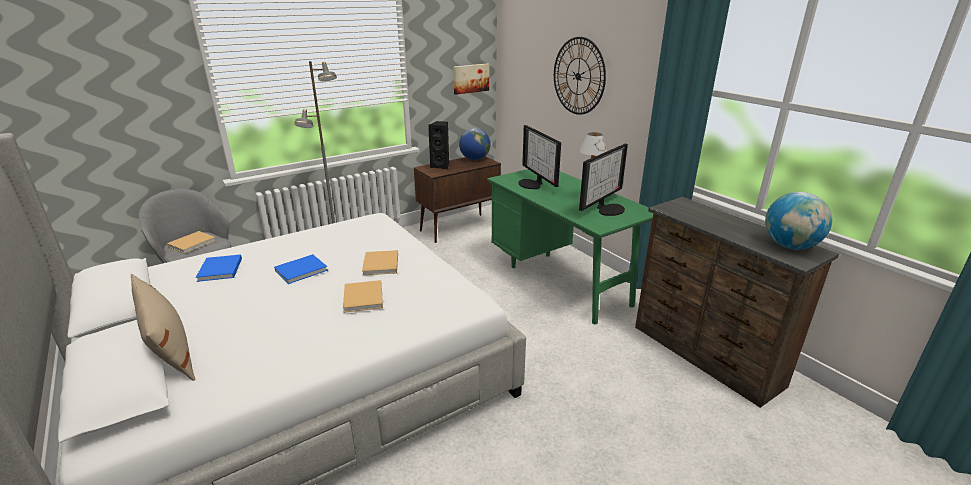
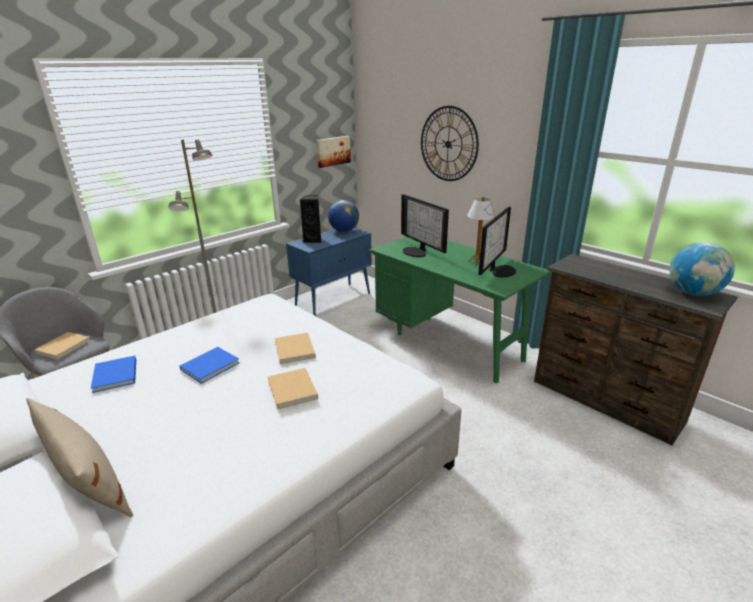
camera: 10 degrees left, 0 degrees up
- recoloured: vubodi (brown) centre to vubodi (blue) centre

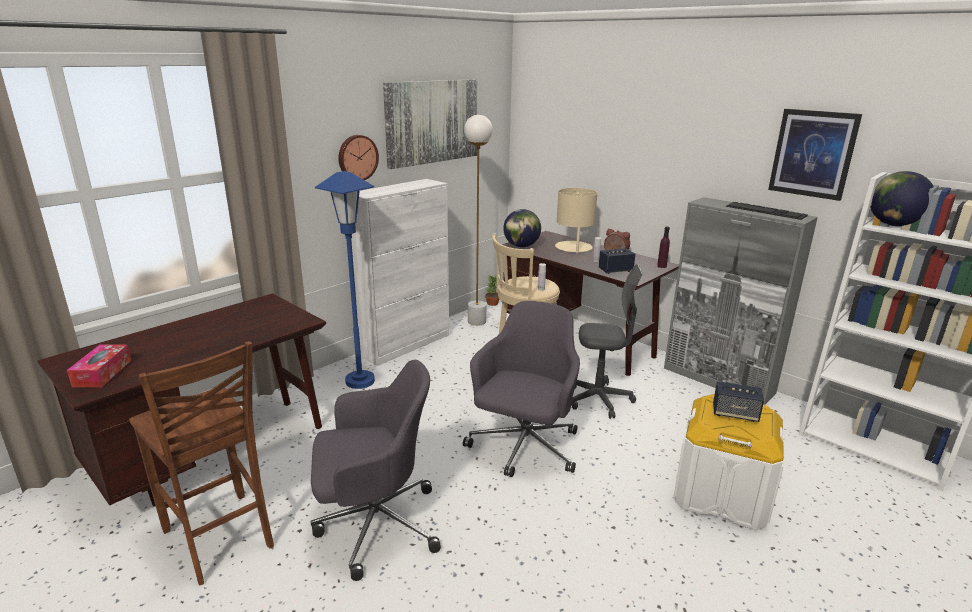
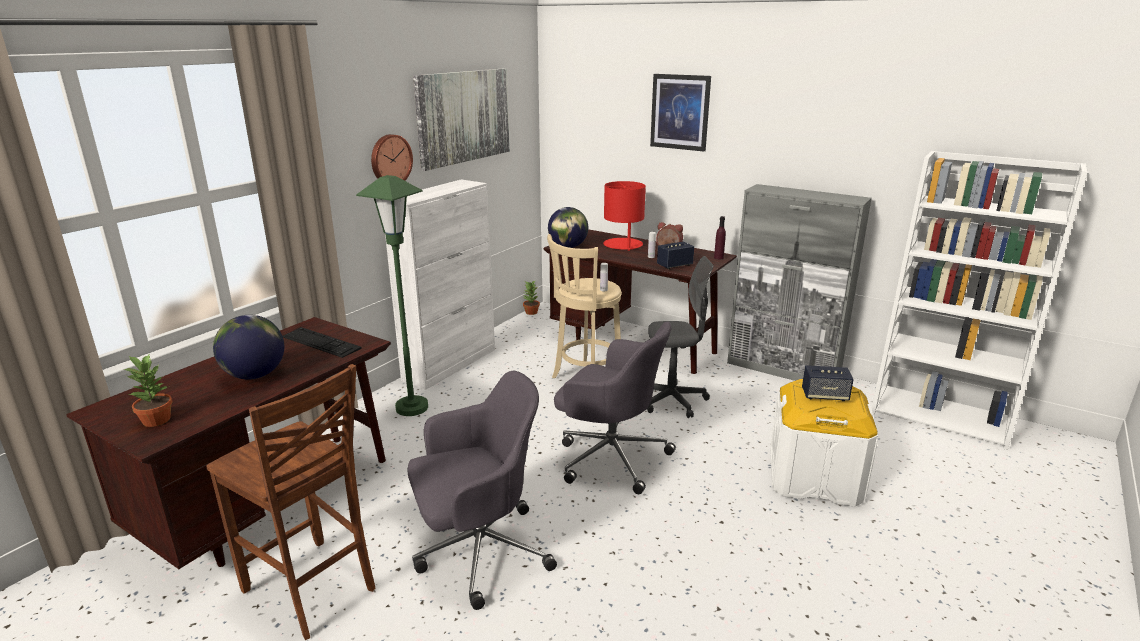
camera: 10 degrees left, 0 degrees up
- moved: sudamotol (2nd from left) top right to top centre
- removed: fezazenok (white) centre
- recoloured: fezazenok (blue) centre to fezazenok (green) centre
- moved: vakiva (2nd from left in the first image) top right to vakiva (1st from left) middle left
- recoloured: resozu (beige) centre to resozu (red) centre
- moved: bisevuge middle right to middle left
- turned: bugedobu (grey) (2nd from left) centre = centre 105 degrees clockwise
- replaced: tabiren middle left to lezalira (1st from left) middle left

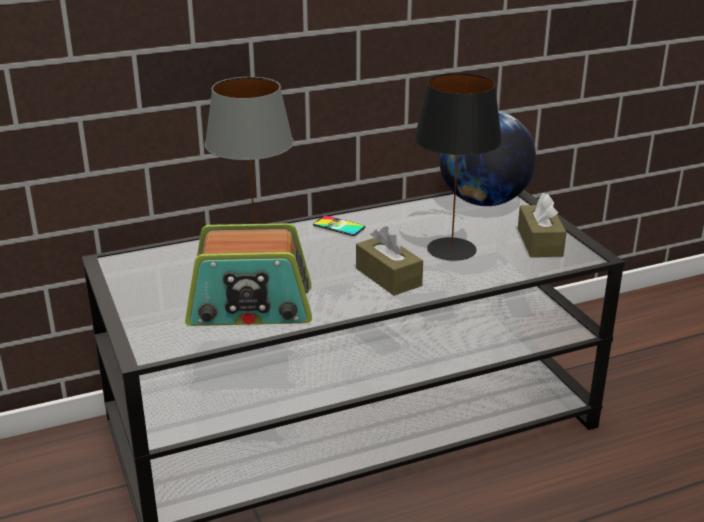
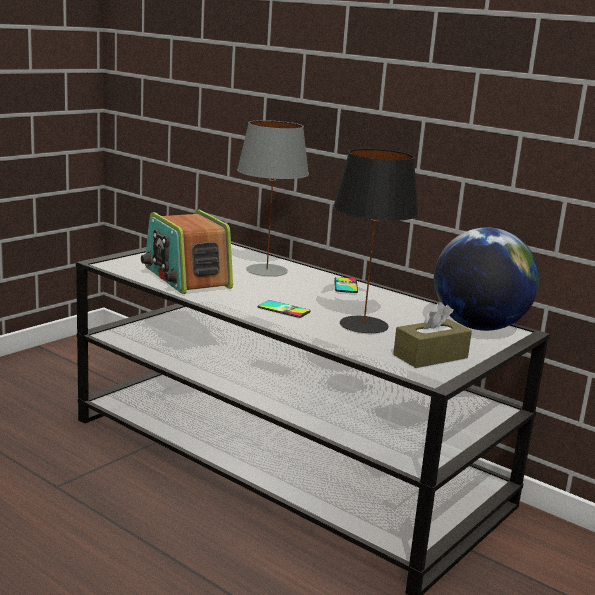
camera: 60 degrees right, 10 degrees down
- replaced: tabiren (brown) (1st from left) centre to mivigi (1st from left) centre

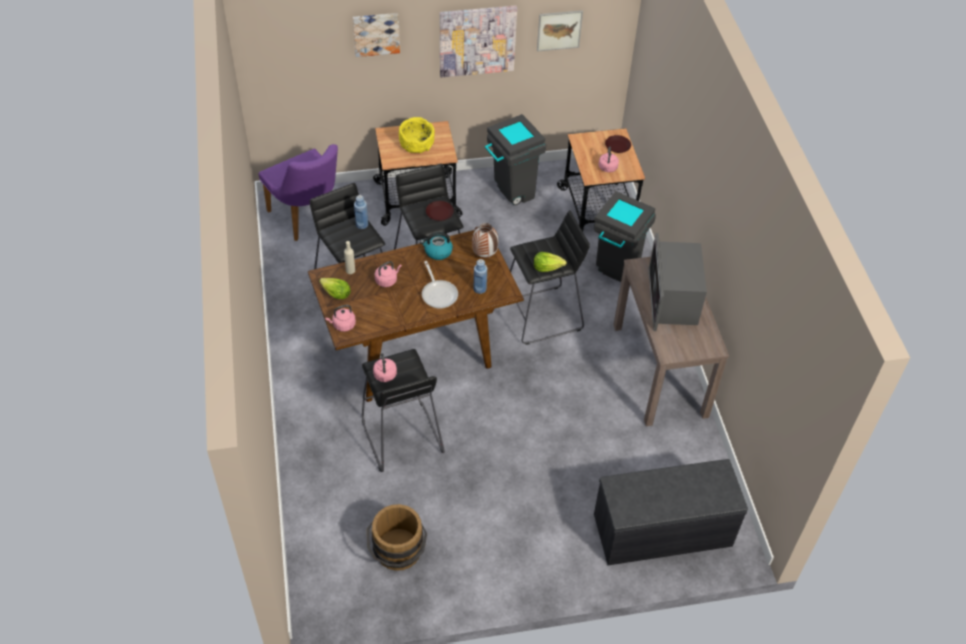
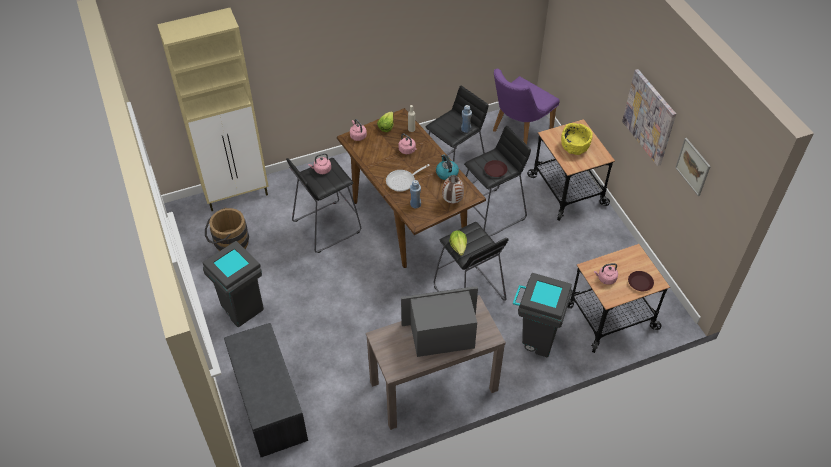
camera: 80 degrees right, 0 degrees up
- removed: sudamotol (1st from left) top centre
- moved: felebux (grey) (1st from left) top centre to middle left
- added: vubodi (beige) top left

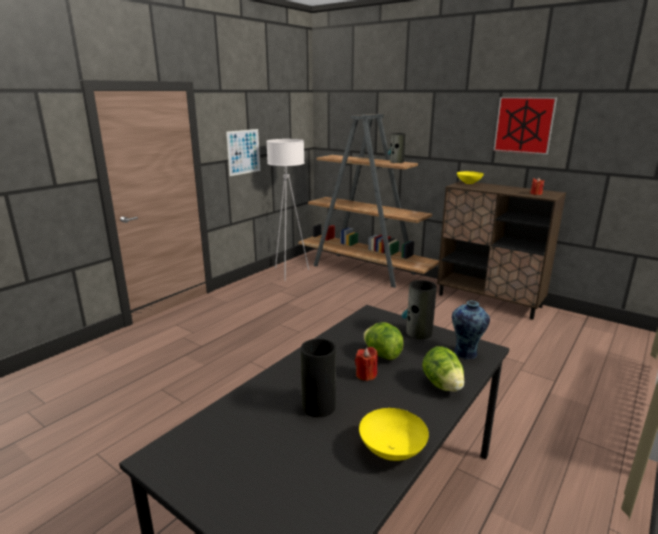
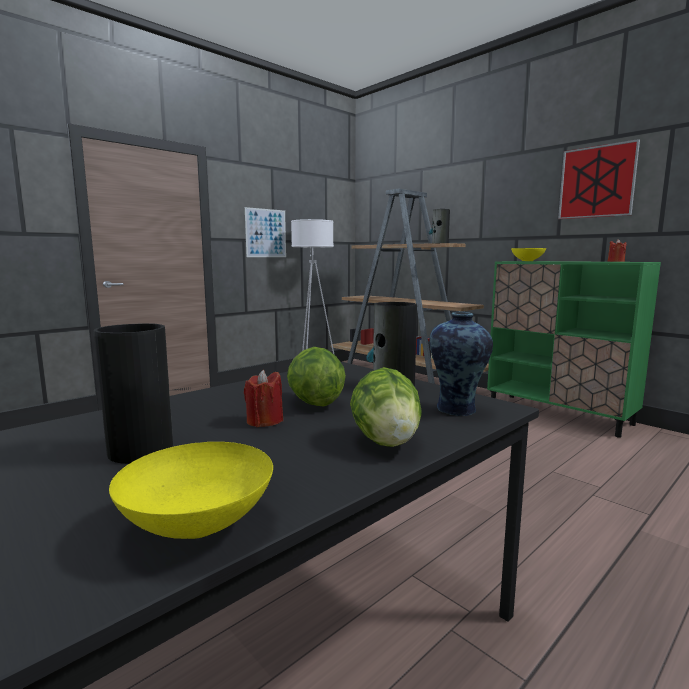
camera: 10 degrees right, 10 degrees down
- recoloured: vubodi (brown) middle right to vubodi (green) middle right

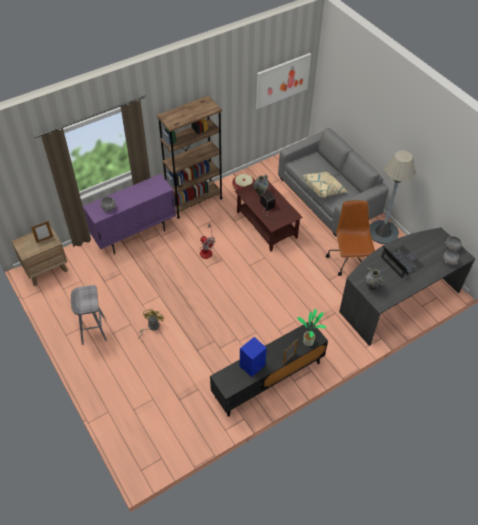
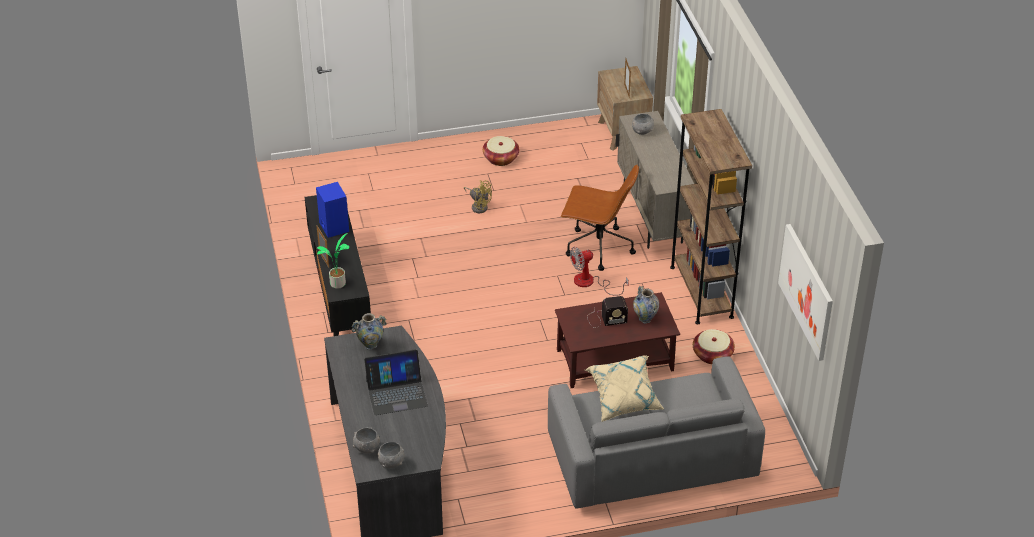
camera: 110 degrees right, 10 degrees down
- removed: fezazenok (grey) middle right
- recoloured: vubodi (purple) middle left to vubodi (beige) centre
- moved: bugedobu (brown) middle right to centre
- replaced: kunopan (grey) middle left to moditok (1st from left) top centre

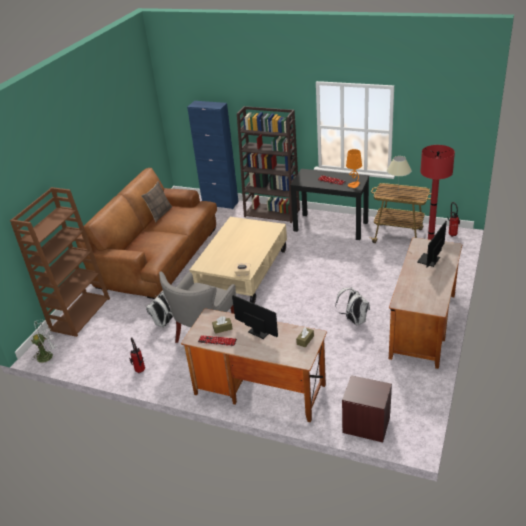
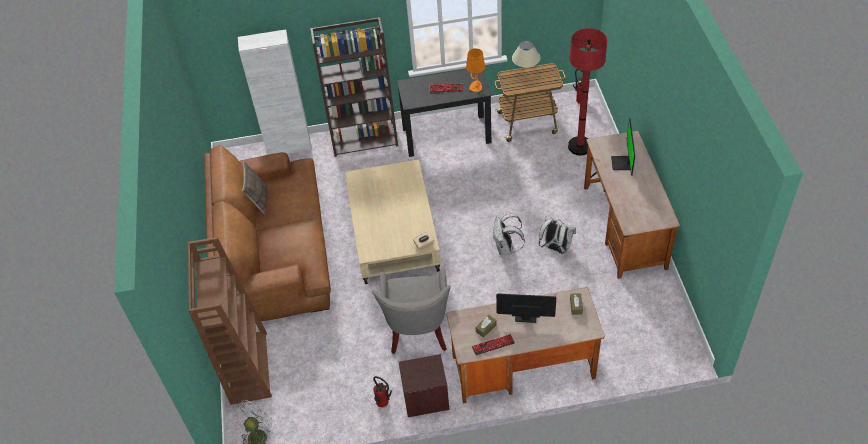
camera: 30 degrees left, 15 degrees up
- recoloured: vubodi (blue) top centre to vubodi (white) top left
- moved: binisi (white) (1st from left) middle left to centre
- moved: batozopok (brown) bottom right to bottom centre

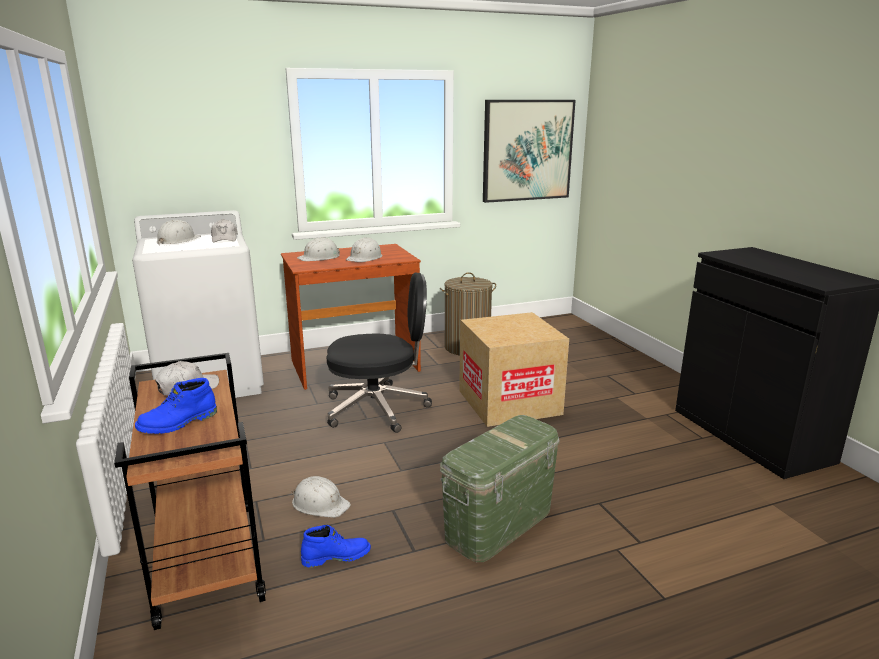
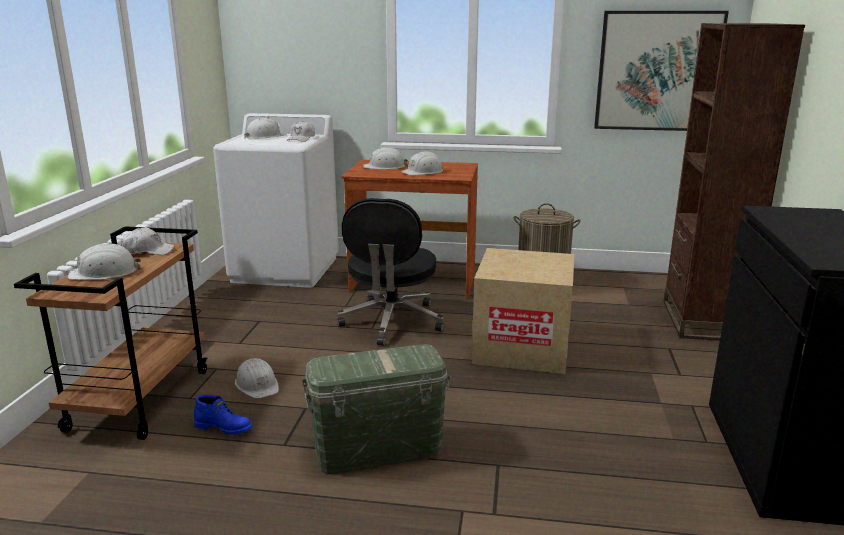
camera: 30 degrees right, 0 degrees up
- turned: bugedobu (black) centre = centre 75 degrees clockwise
- replaced: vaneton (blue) (1st from left) middle left to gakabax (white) (1st from left) middle left
- added: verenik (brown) middle right

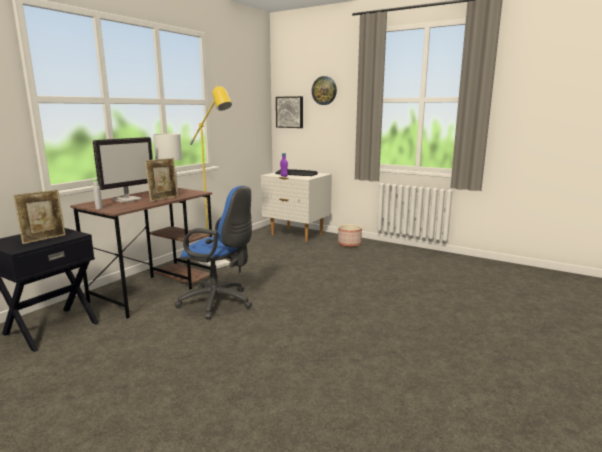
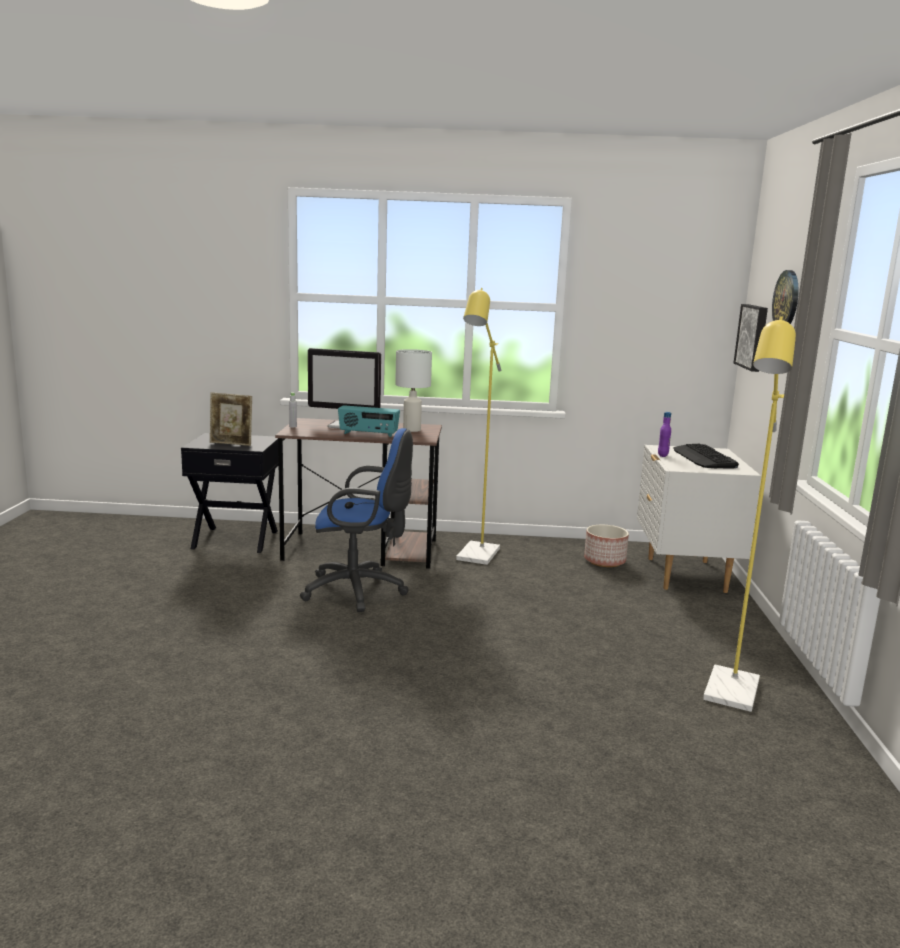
camera: 60 degrees right, 0 degrees up
- replaced: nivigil (2nd from left) middle left to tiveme centre
- turned: bugedobu (blue) centre = centre 75 degrees counterclockwise
- moved: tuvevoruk centre to middle right
- added: fezazenok (yellow) (2nd from left) middle right

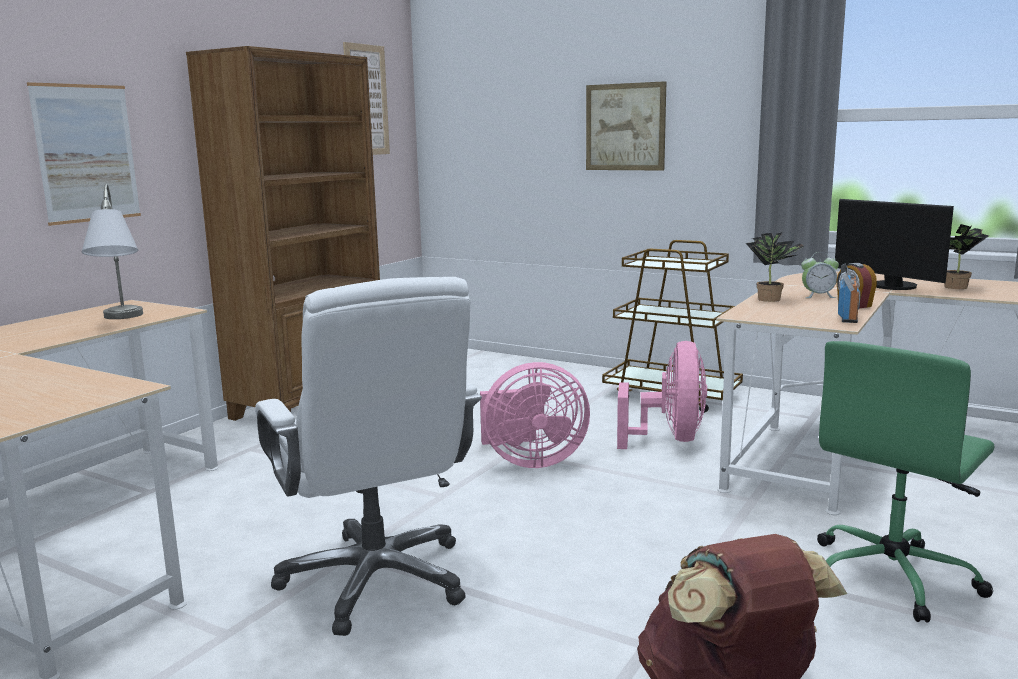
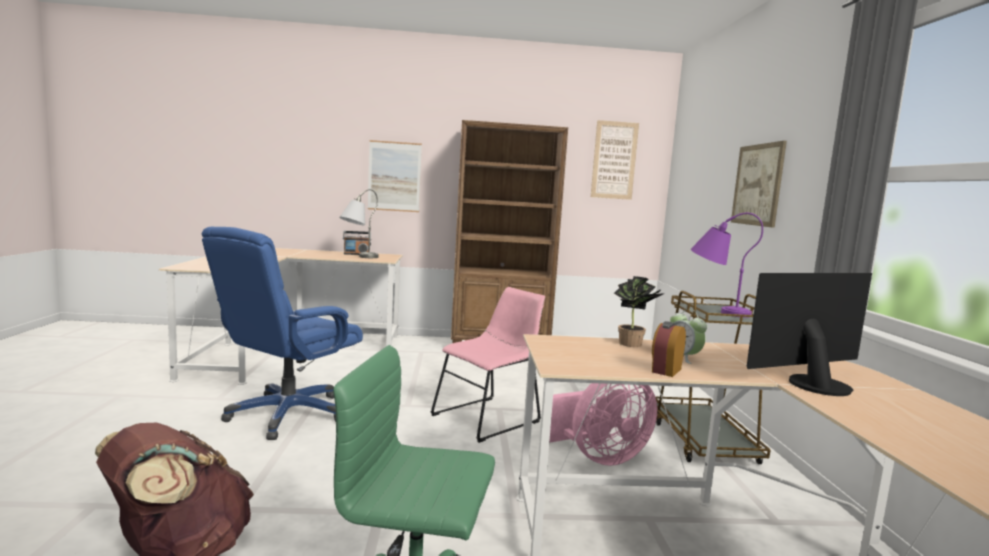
camera: 55 degrees right, 5 degrees down
- turned: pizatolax middle right = middle right 45 degrees clockwise
- removed: lezalira (2nd from left) middle right
- moved: tiveme middle right to centre
- recoloured: bugedobu (white) bottom centre to bugedobu (blue) middle left
- replaced: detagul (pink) (1st from left) centre to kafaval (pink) centre
- added: resozu (purple) middle right

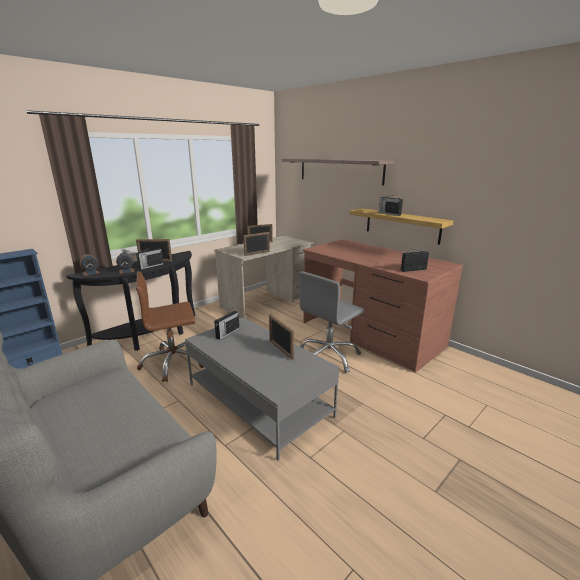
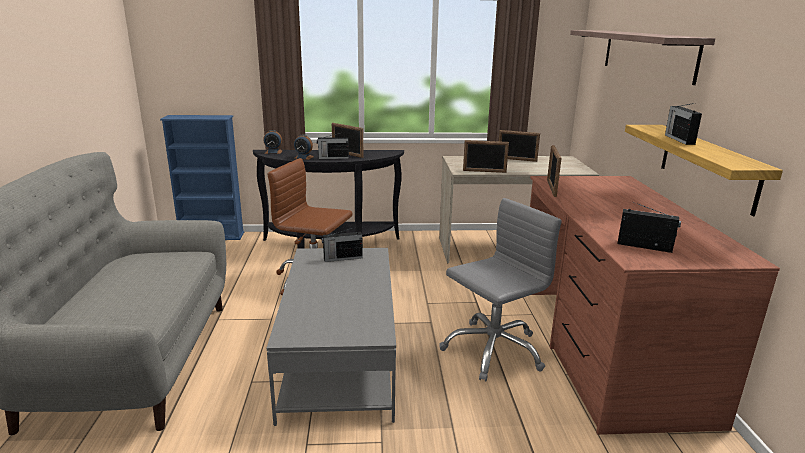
camera: 40 degrees right, 0 degrees up
- turned: bugedobu (grey) centre = centre 150 degrees clockwise
- moved: nivigil (4th from left) centre to middle right

